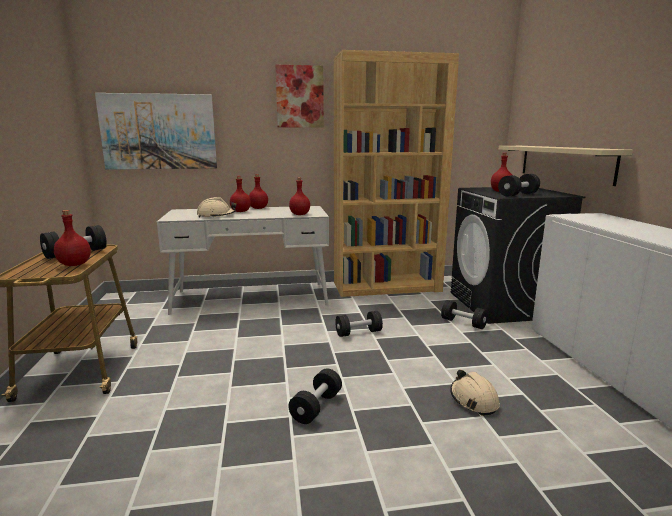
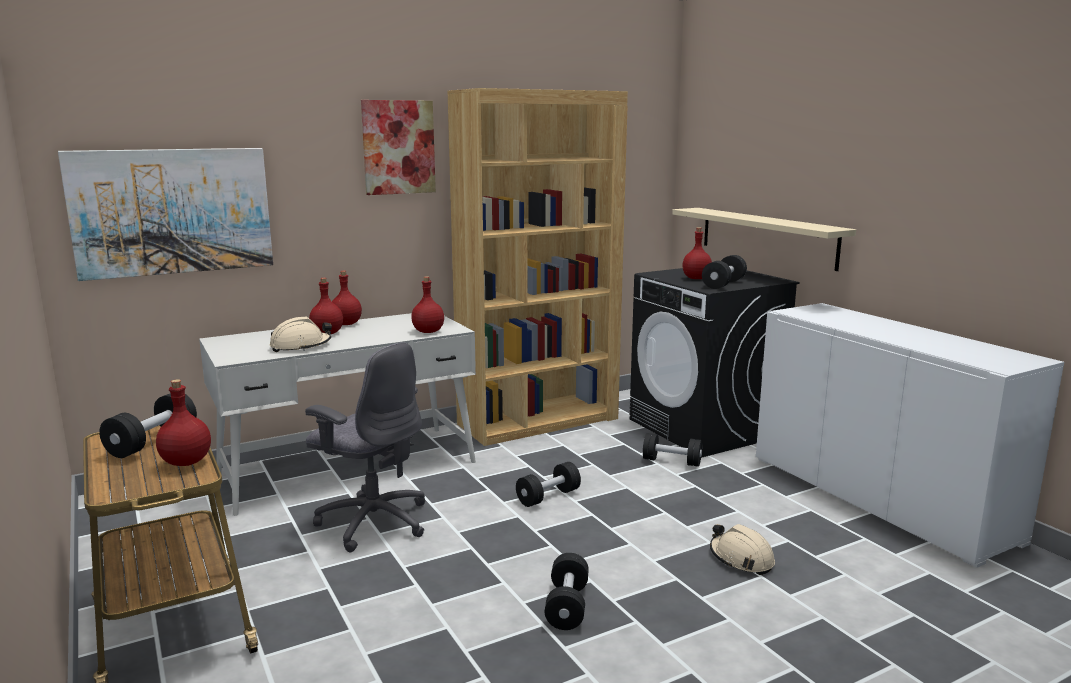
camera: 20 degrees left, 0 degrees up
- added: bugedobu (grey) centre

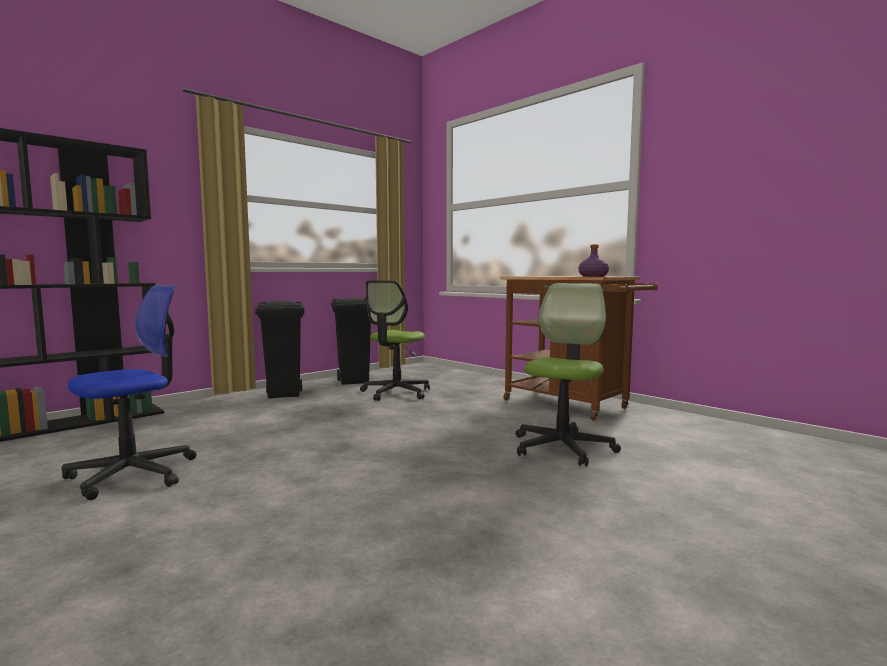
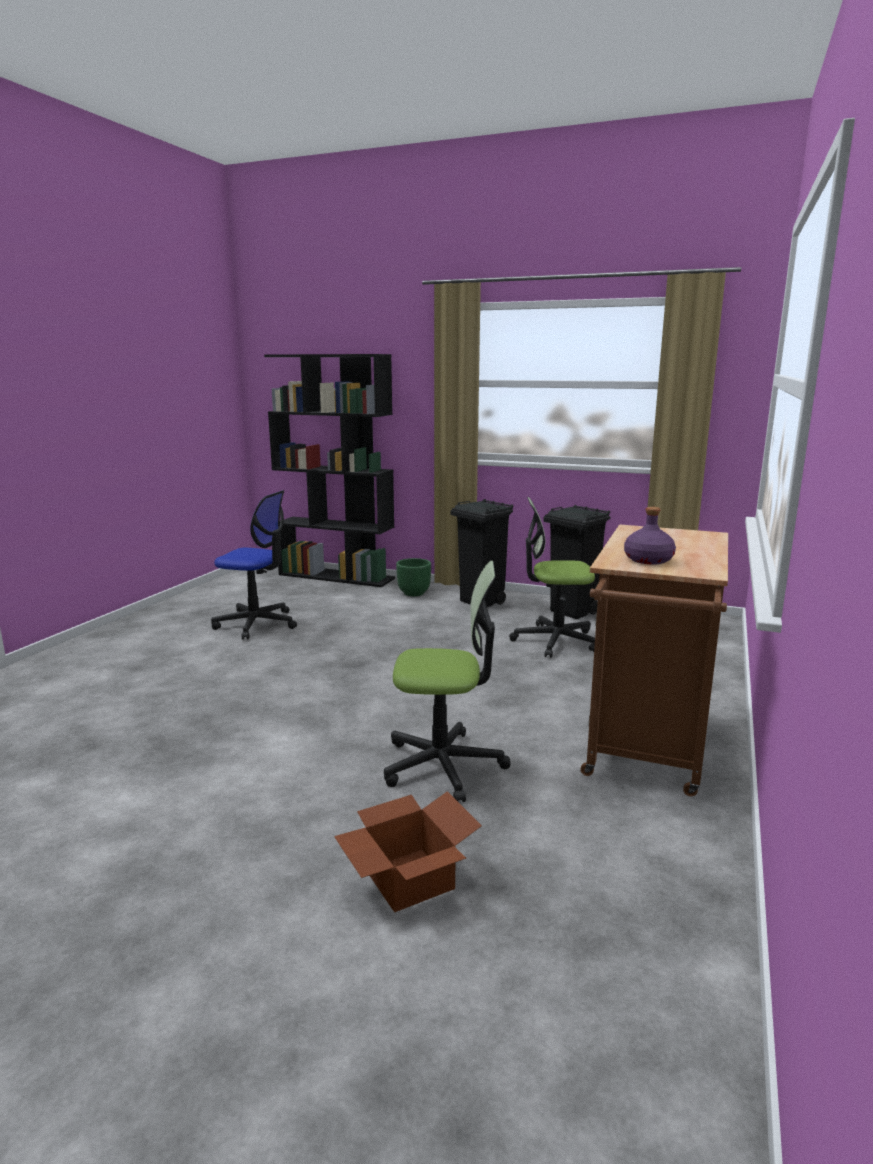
camera: 65 degrees right, 10 degrees up
- added: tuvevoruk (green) centre
- added: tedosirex bottom centre

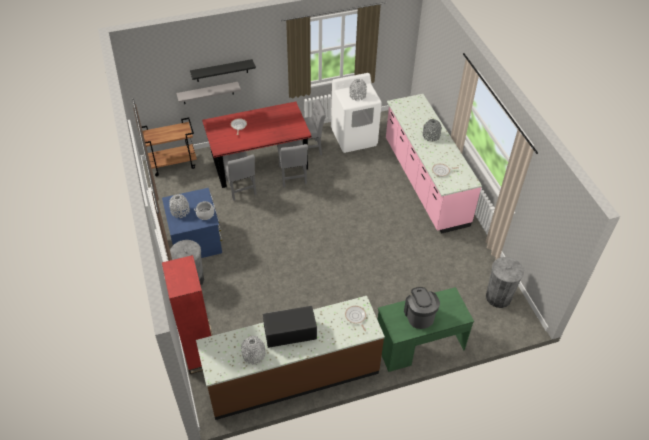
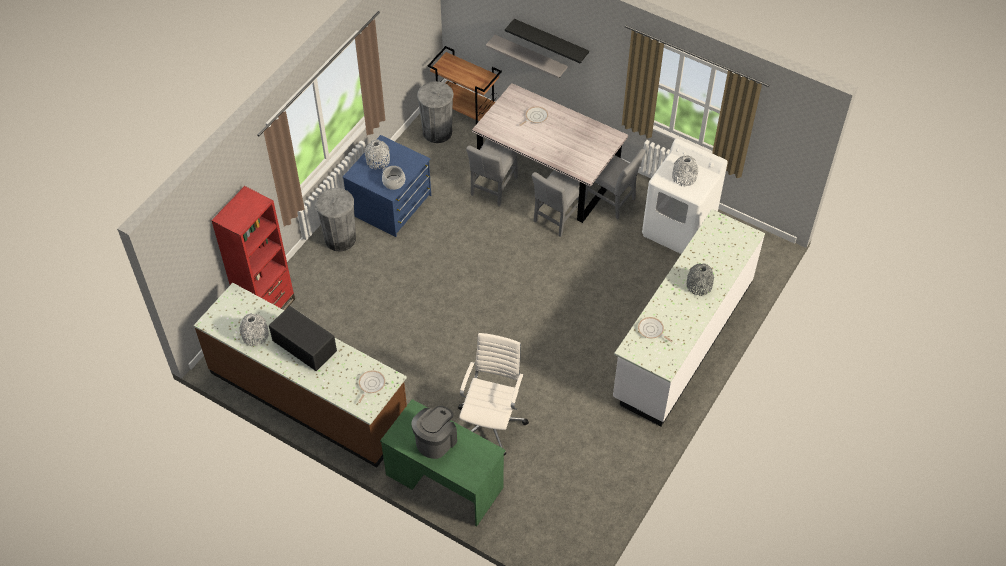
camera: 50 degrees right, 5 degrees up
- recoloured: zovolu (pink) middle right to zovolu (white) middle right
- recoloured: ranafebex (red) top centre to ranafebex (grey) top centre
- moved: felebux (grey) (2nd from left) middle right to top centre
- added: bugedobu (white) bottom centre

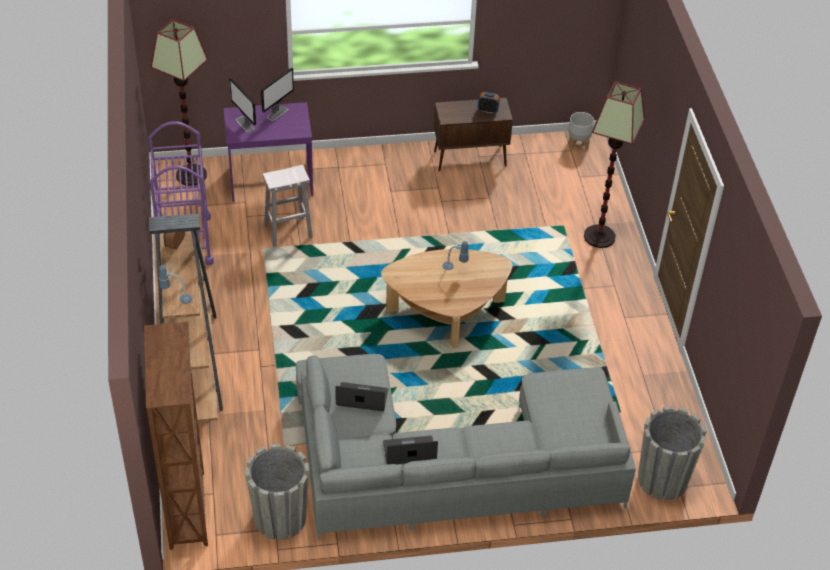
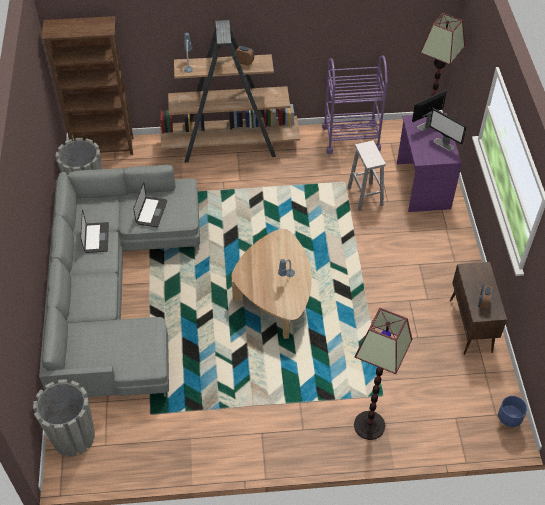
camera: 95 degrees right, 5 degrees up
- recoloured: tuvevoruk (grey) (2nd from left) top right to tuvevoruk (blue) bottom right

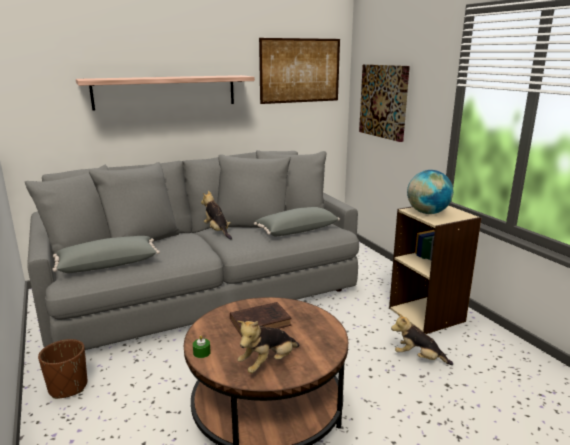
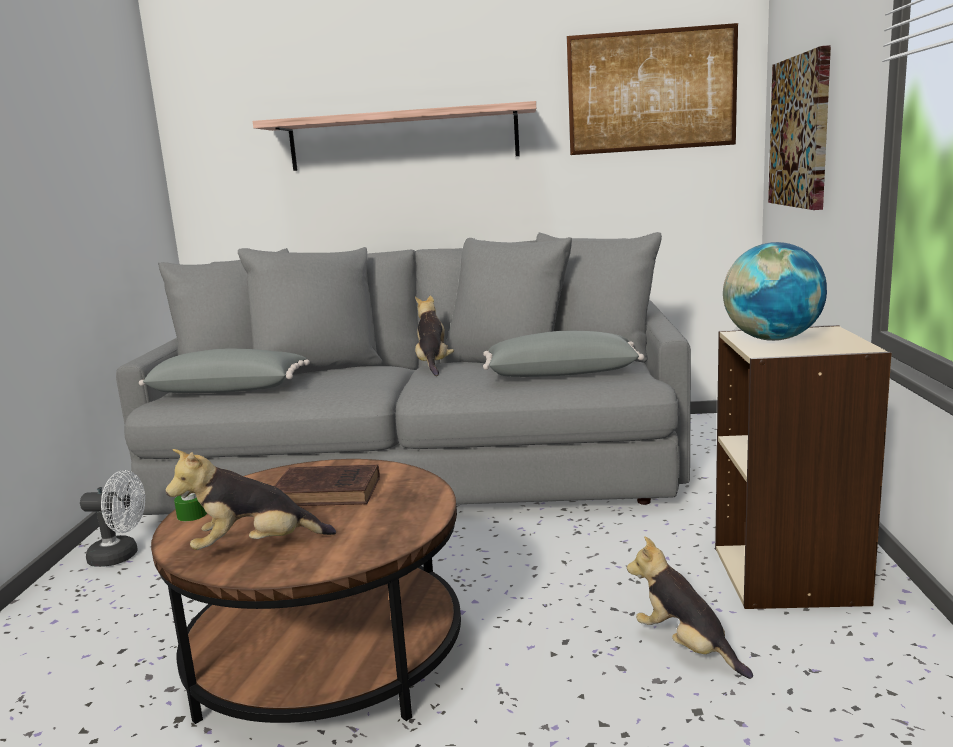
camera: 30 degrees right, 5 degrees down
- replaced: tuvevoruk (brown) bottom left to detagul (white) bottom left

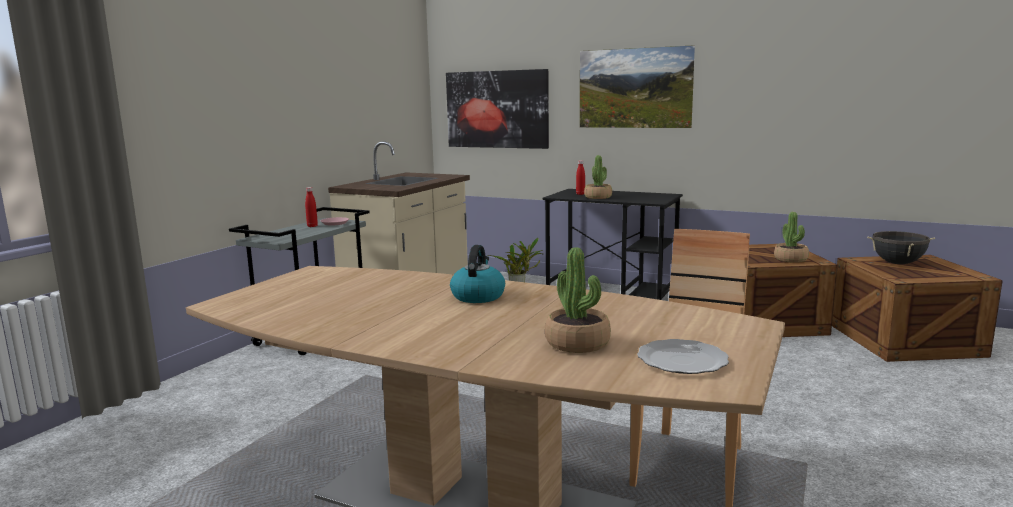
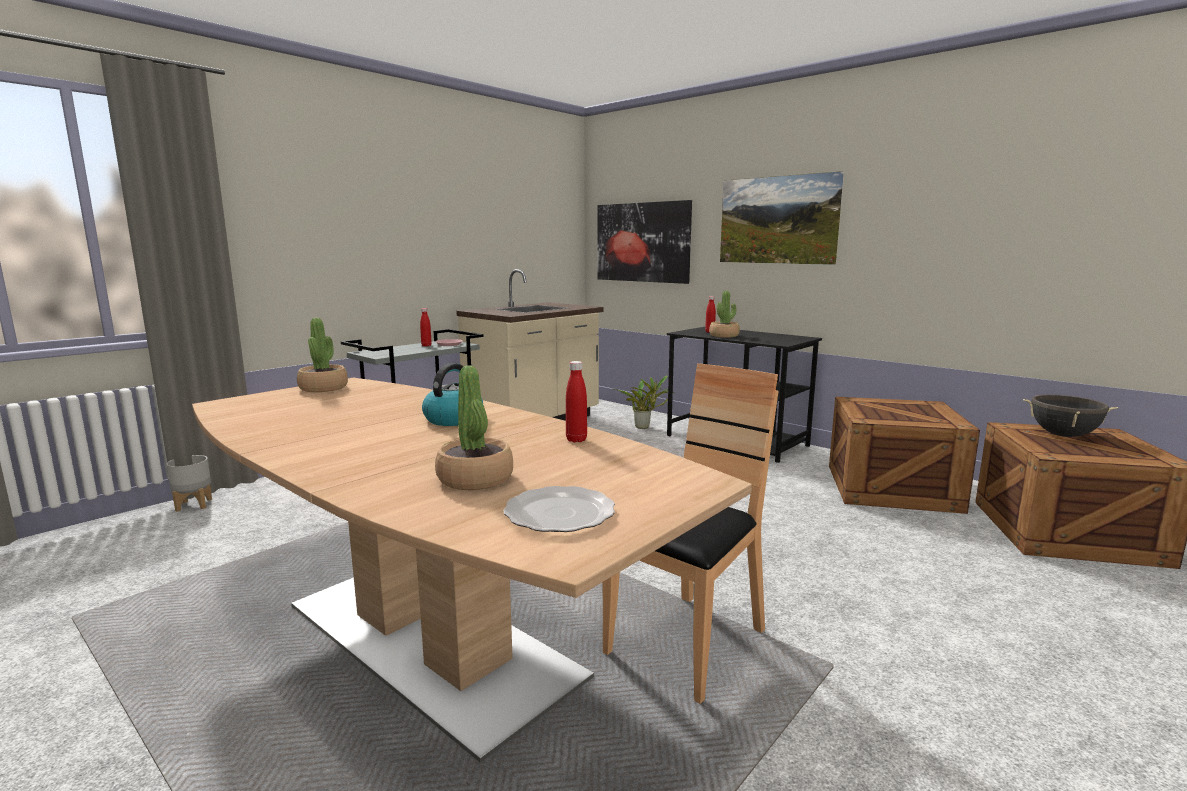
camera: 15 degrees right, 0 degrees up
- moved: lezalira (4th from left in the first image) middle right to lezalira (1st from left) middle left
- added: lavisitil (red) (2nd from left) centre
- added: tuvevoruk (grey) middle left

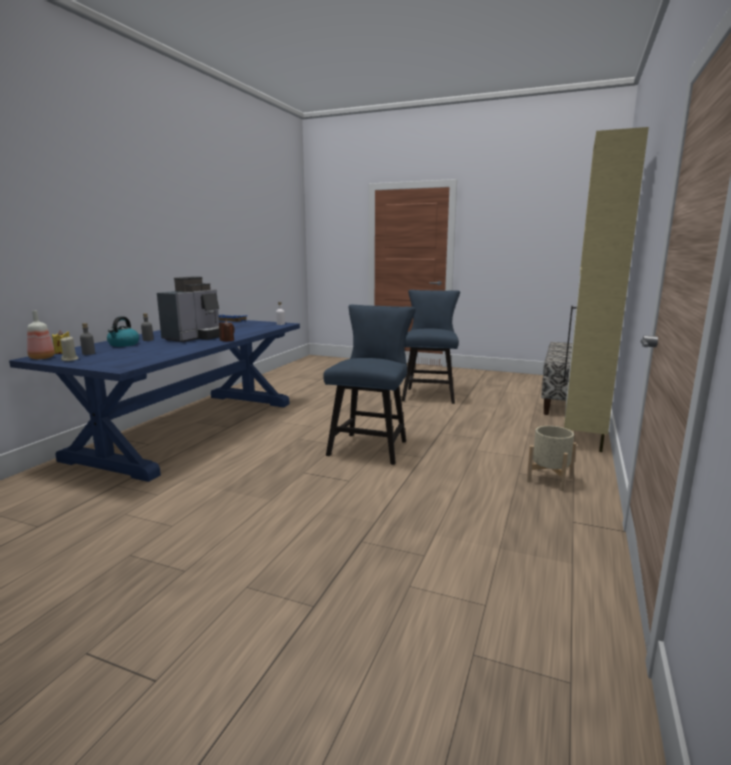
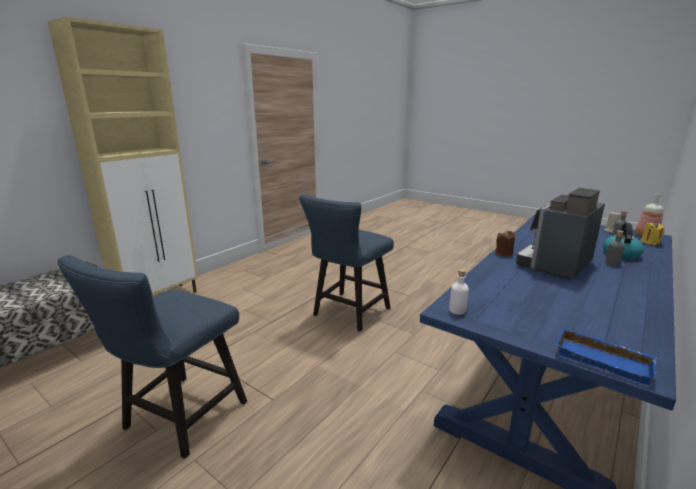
camera: 165 degrees left, 5 degrees up
- removed: tuvevoruk (beige) middle right

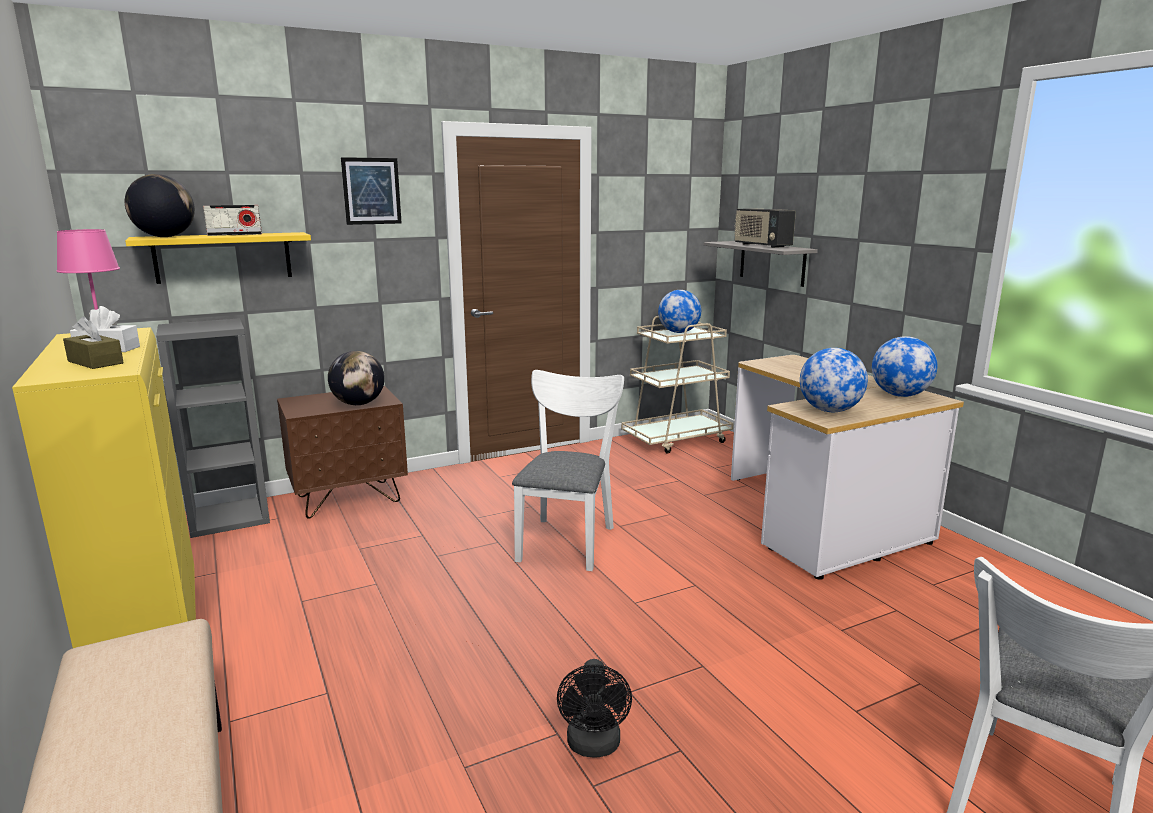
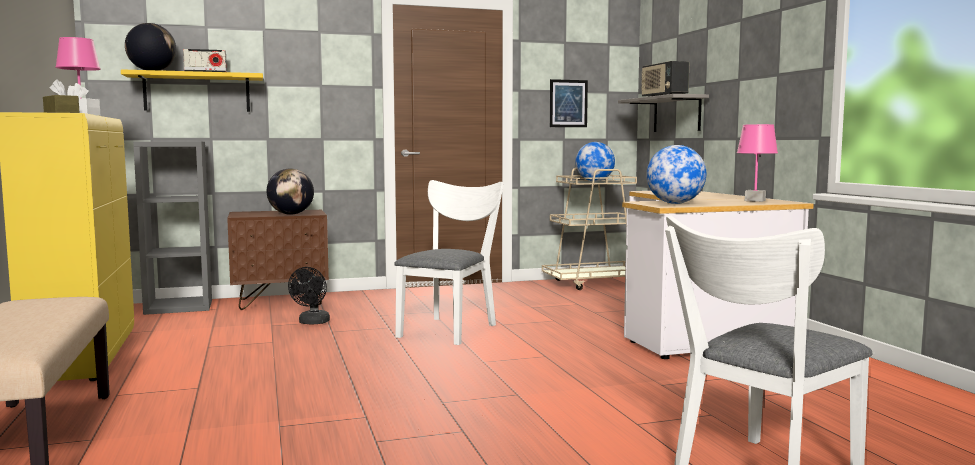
camera: 10 degrees right, 10 degrees down
- moved: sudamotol top left to top centre
- replaced: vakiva (5th from left) middle right to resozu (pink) (2nd from left) middle right
- moved: detagul (black) bottom centre to middle left

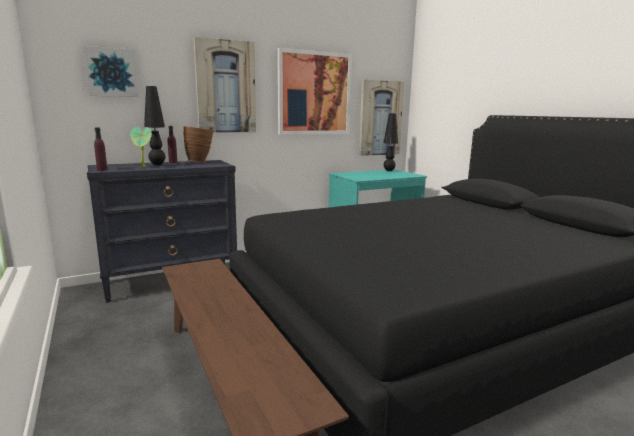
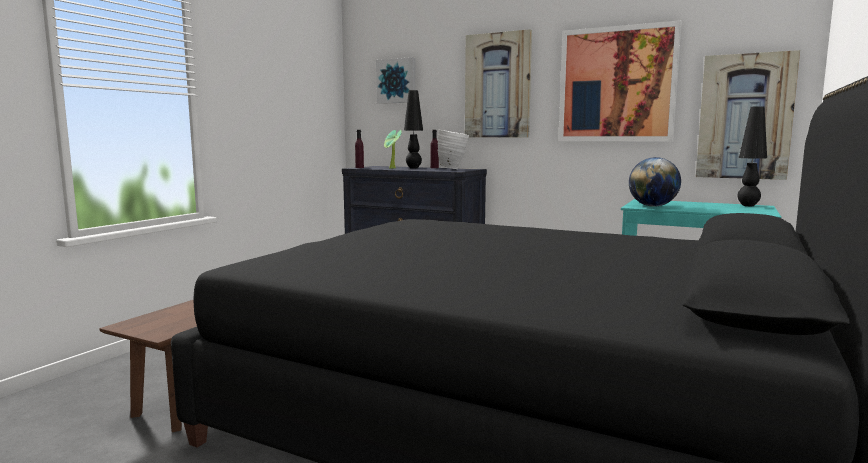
camera: 55 degrees right, 5 degrees down
- recoloured: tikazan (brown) top left to tikazan (white) top centre
- added: vakiva middle right

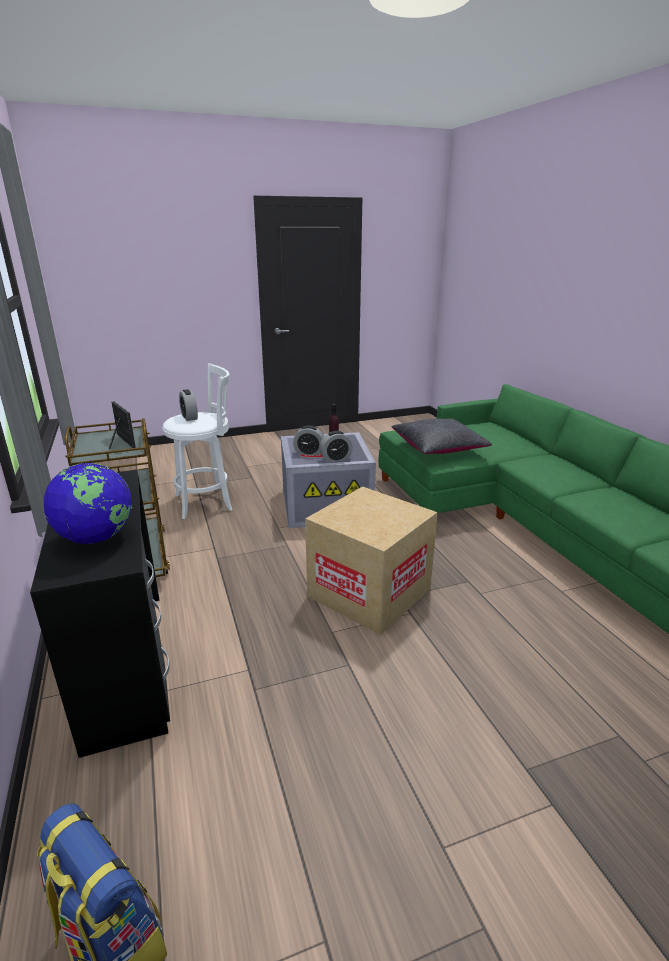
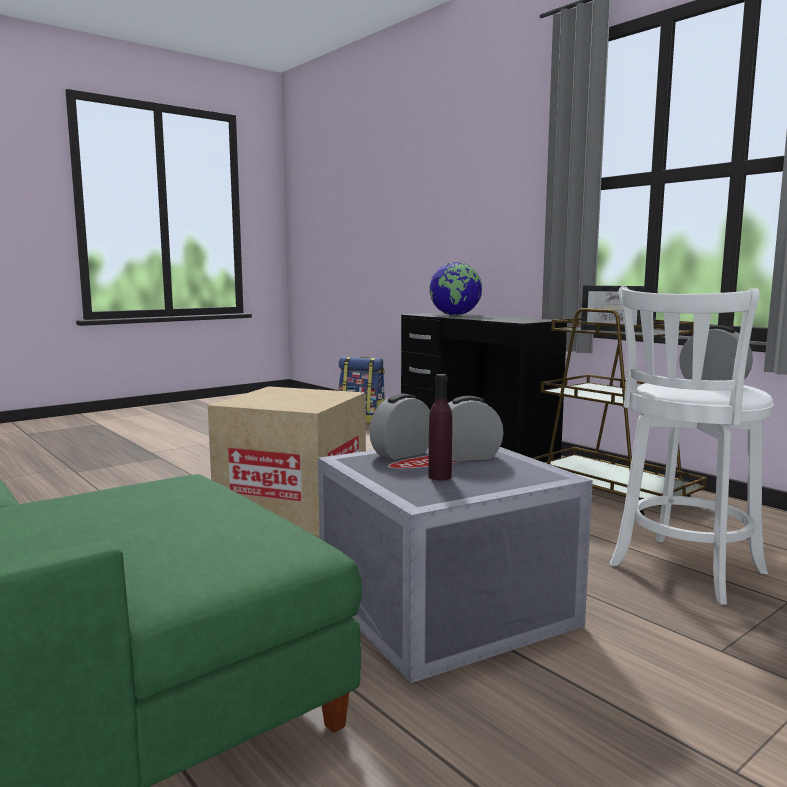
camera: 160 degrees right, 15 degrees down
- removed: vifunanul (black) centre

